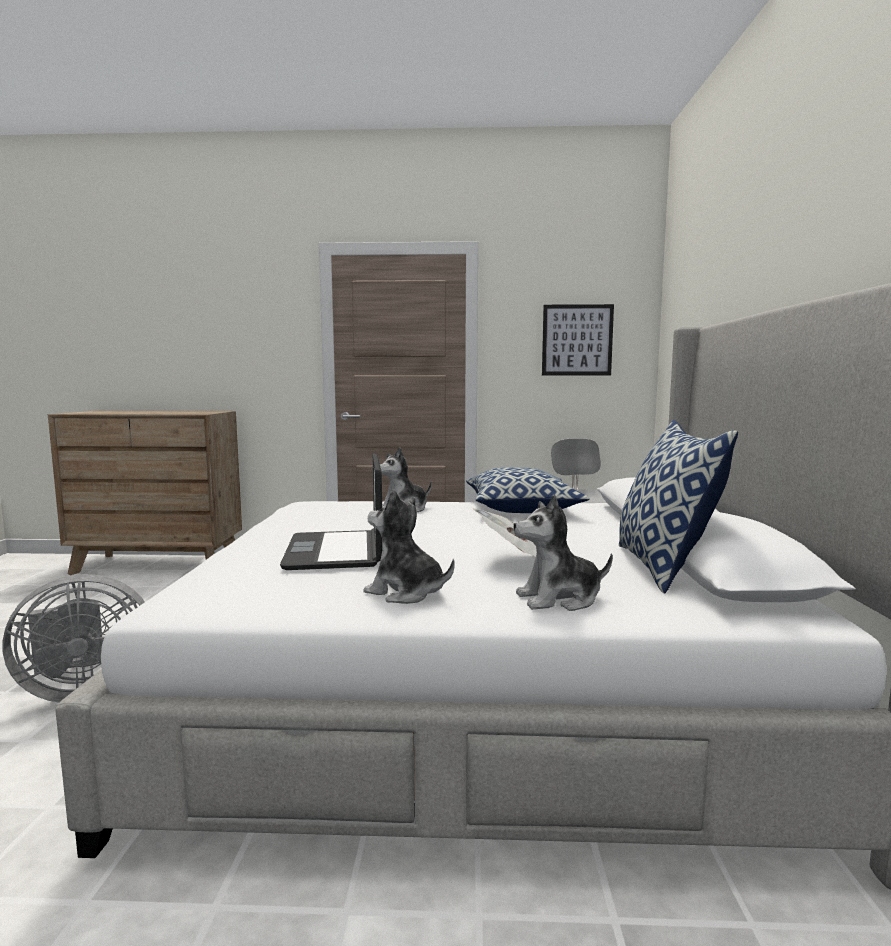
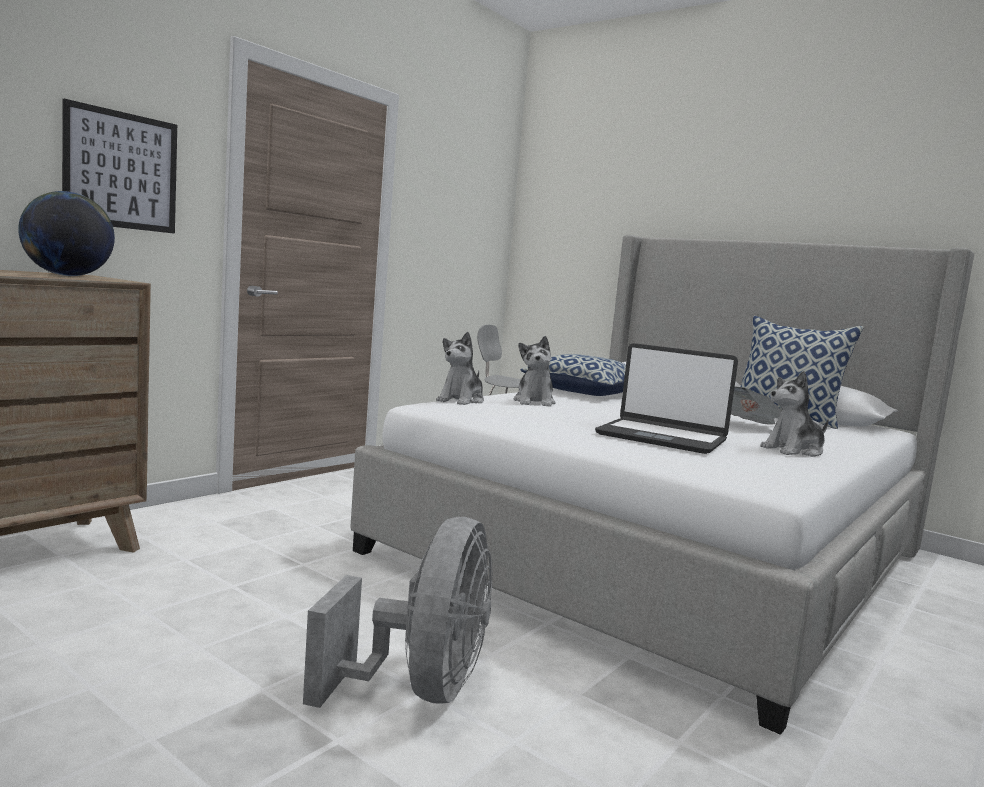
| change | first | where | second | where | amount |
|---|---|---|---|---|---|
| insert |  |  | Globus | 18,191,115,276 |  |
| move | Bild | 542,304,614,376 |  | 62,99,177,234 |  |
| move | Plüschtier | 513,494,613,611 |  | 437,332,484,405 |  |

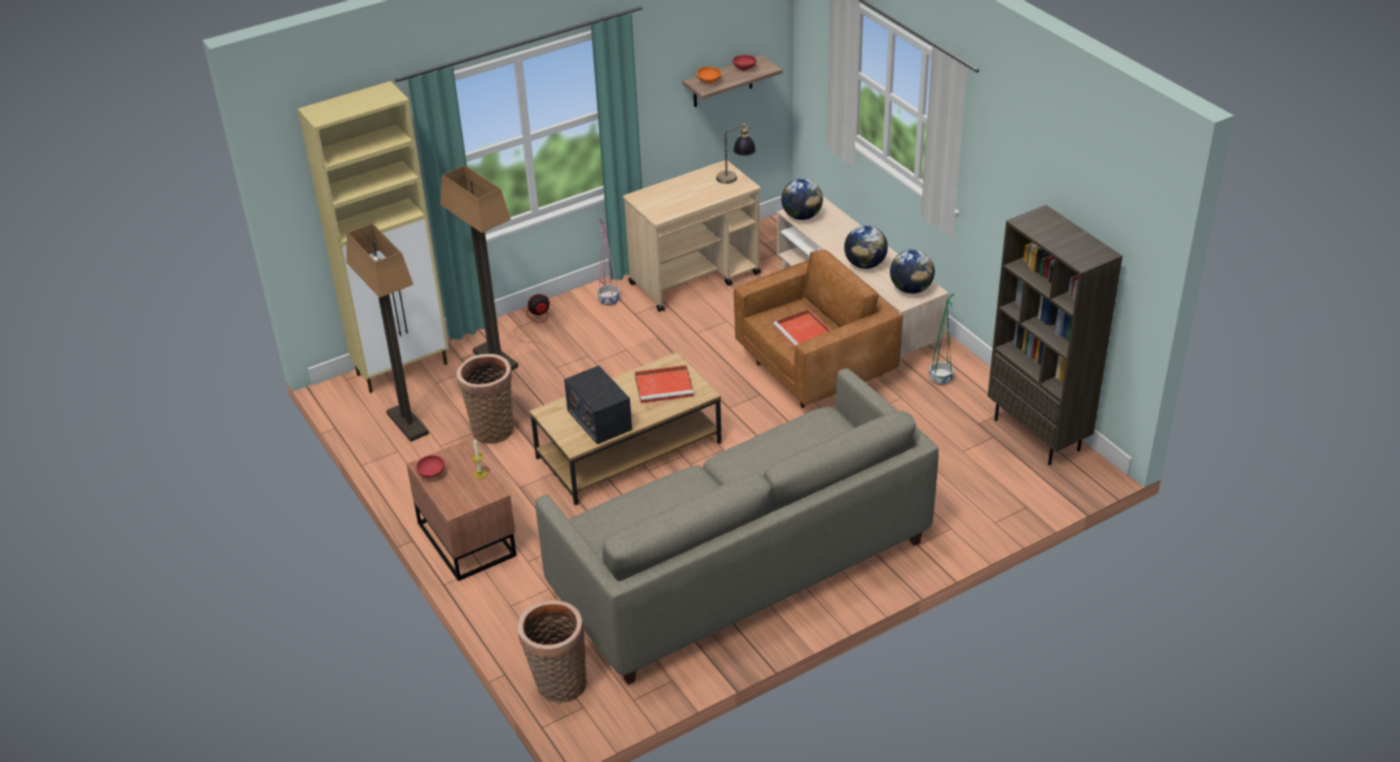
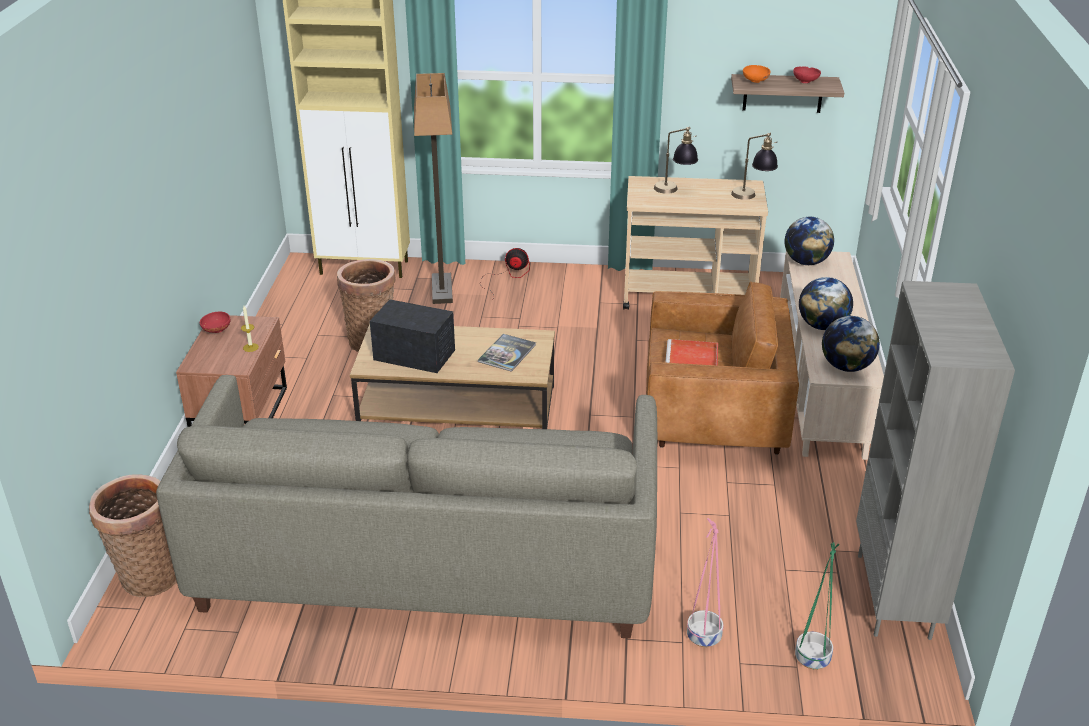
| change | first | where | second | where | amount |
|---|---|---|---|---|---|
| rotate | Radio | 564,366,632,444 |  | 370,299,455,373 | 105 degrees clockwise |
| replace | Tablett (rot) | 635,365,694,404 | Buch | 478,334,536,372 |  |
| insert |  |  | Tischlampe | 654,126,698,194 |  |
| move | Pflanzkübel (rosa) | 597,218,620,305 |  | 687,518,724,647 |  |
| move | Pflanzkübel (grün) | 929,294,954,385 |  | 795,542,839,670 |  |
| recolor | Bücherregal (braun) | 988,205,1123,465 | Bücherregal (grau) | 856,281,1015,640 |  |
| delete | Stehlampe | 346,223,429,442 |  |  |  |

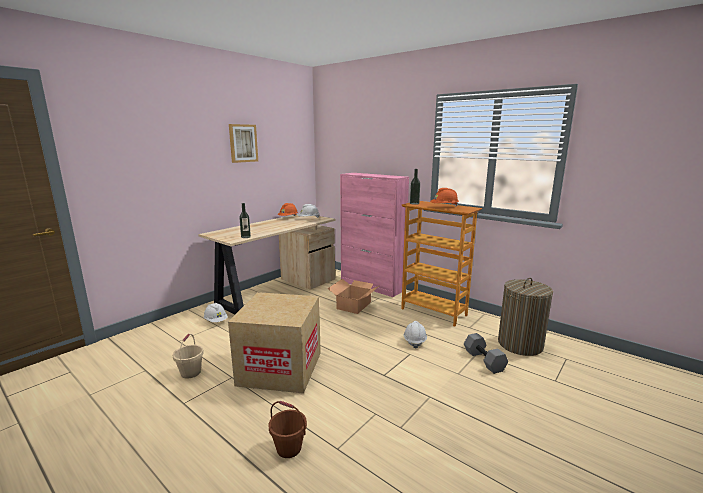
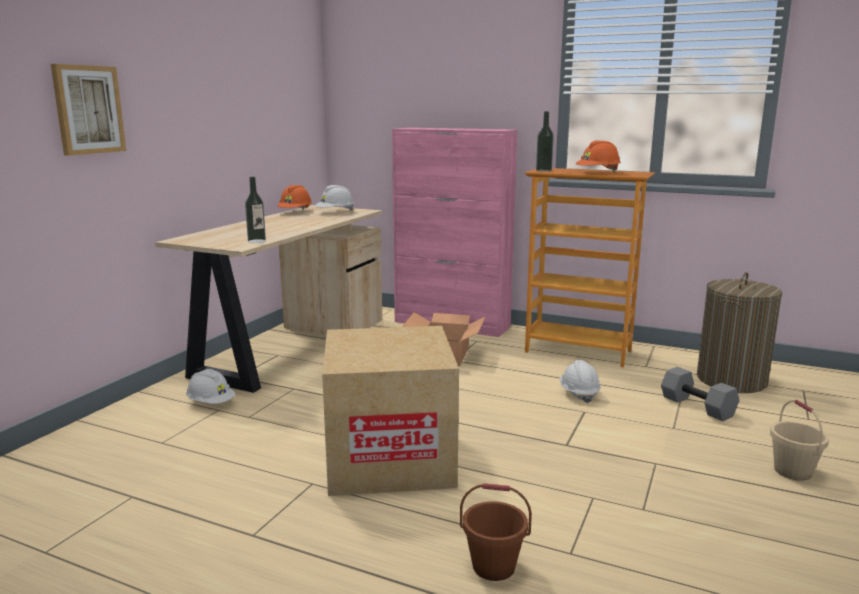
| change | first | where | second | where | amount |
|---|---|---|---|---|---|
| move | Bild | 229,124,258,163 |  | 51,64,126,156 |  |
| move | Eimer (beige) | 173,334,204,379 |  | 770,400,829,481 |  |

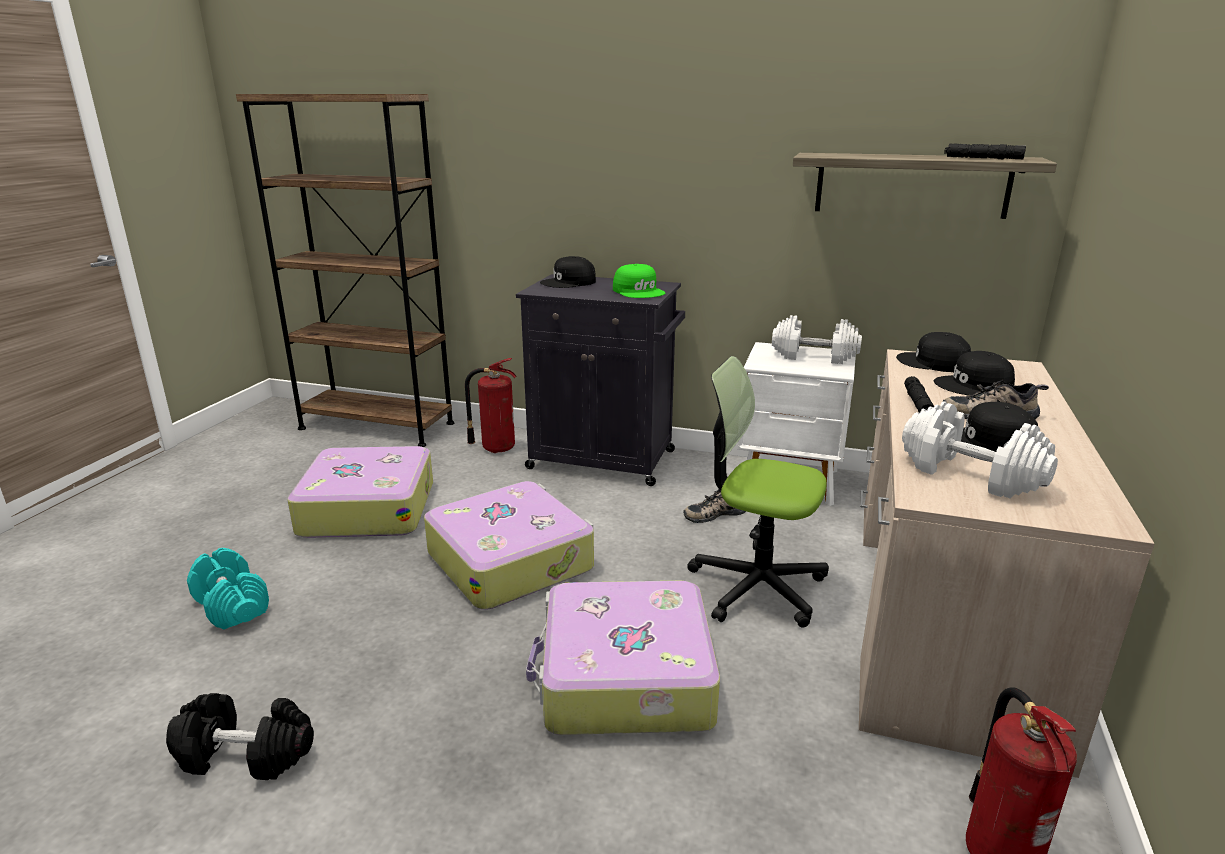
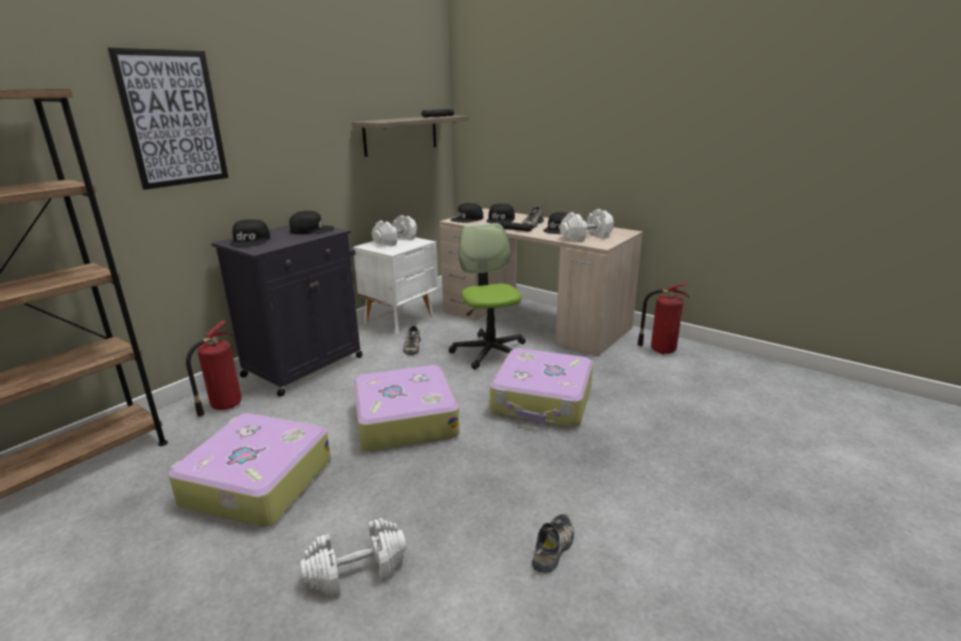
| change | first | where | second | where | amount |
|---|---|---|---|---|---|
| insert |  |  | Bild | 108,48,228,190 |  |
| recolor | Kappe (grün) | 613,264,665,298 | Kappe (schwarz) | 289,211,335,234 |  |
| recolor | Hantel (türkis) | 187,548,269,630 | Hantel (weiß) | 301,518,406,595 |  |
| rotate | Bürostuhl | 687,356,829,628 |  | 449,223,526,369 | 120 degrees clockwise |
| replace | Hantel (schwarz) | 166,693,314,780 | Schuh | 532,513,574,573 |  |

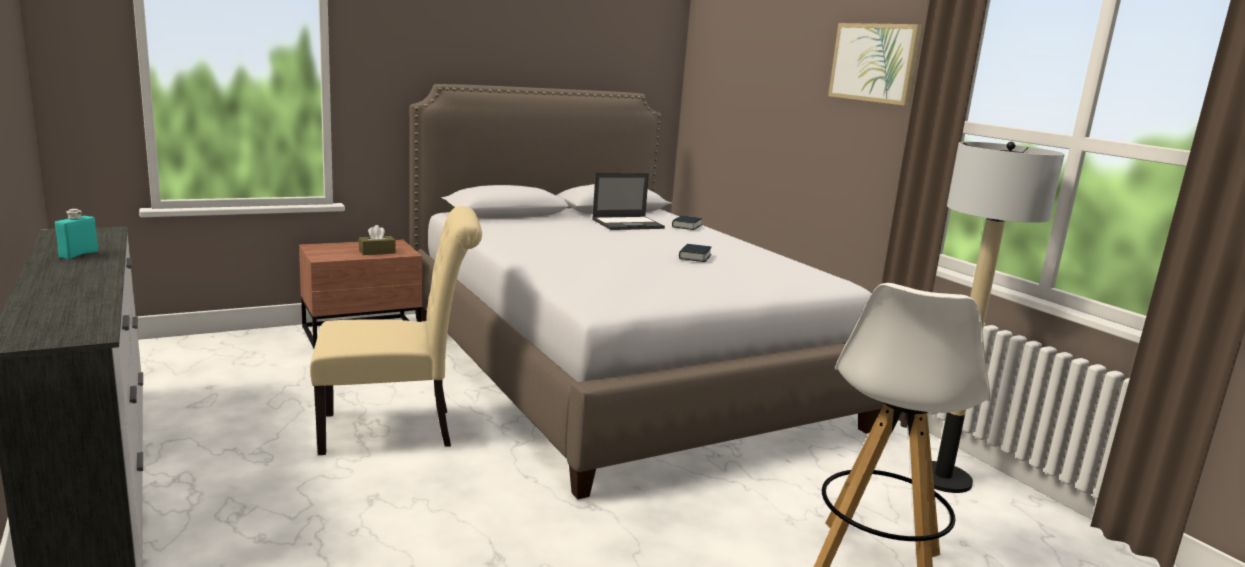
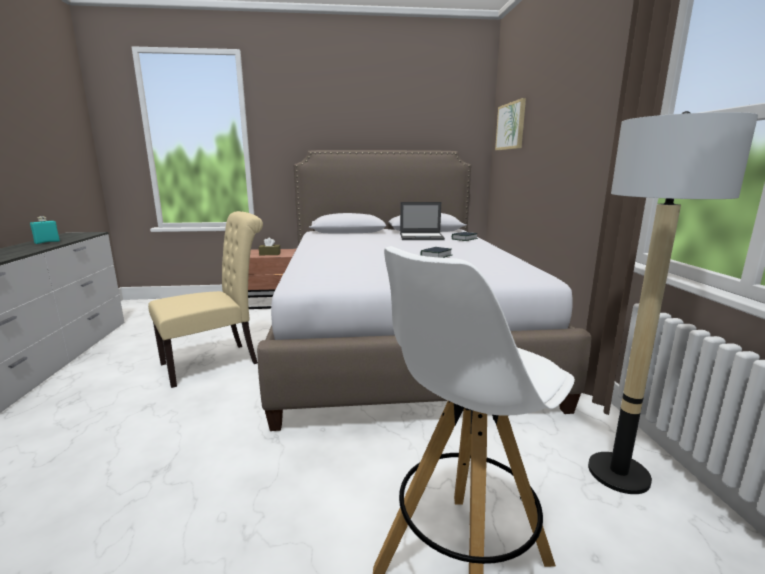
| change | first | where | second | where | amount |
|---|---|---|---|---|---|
| rotate | Stuhl (beige) | 310,206,482,455 |  | 148,211,263,388 | 45 degrees counterclockwise |
| move | Bild | 828,23,922,106 |  | 495,98,526,150 |  |

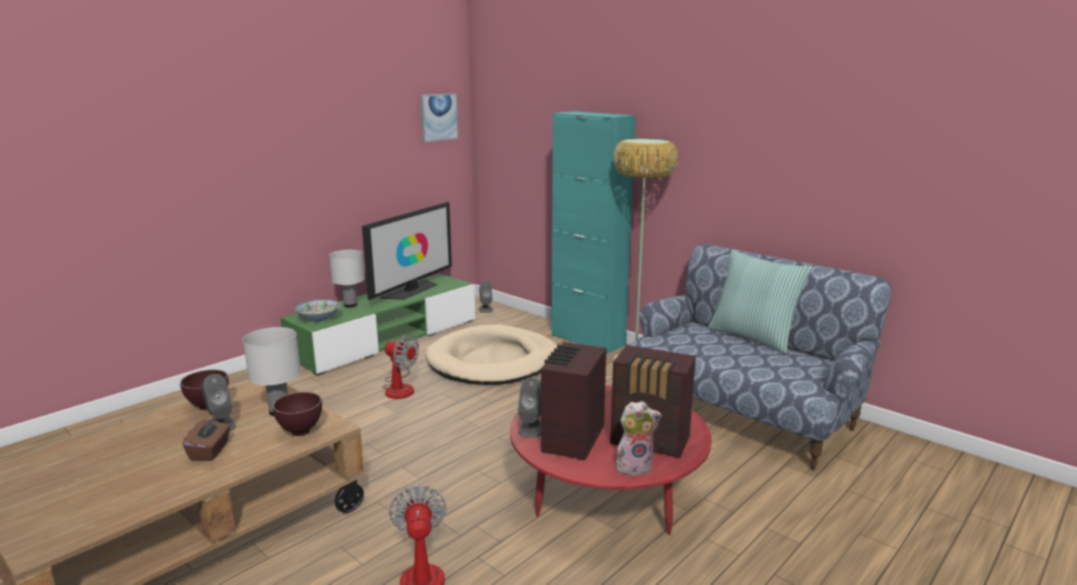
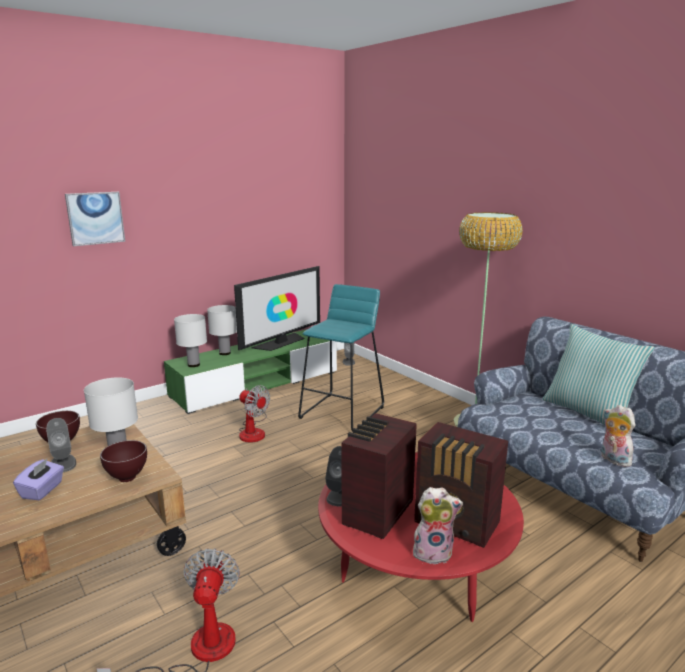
| change | first | where | second | where | amount |
|---|---|---|---|---|---|
| recolor | Taschentuchbox (braun) | 182,416,230,461 | Taschentuchbox (lila) | 13,458,64,500 |  |
| move | Bild | 420,93,459,143 |  | 65,192,125,246 |  |
| replace | Schüssel | 294,299,341,322 | Tischlampe (weiß) | 174,314,207,367 |  |
| replace | Hundebett (beige) | 426,324,557,385 | Hocker (türkis) | 298,284,384,431 |  |
| insert |  |  | Plüschtier | 601,405,635,467 |  |
| delete | Schrank (türkis) | 551,111,636,354 |  |  |  |

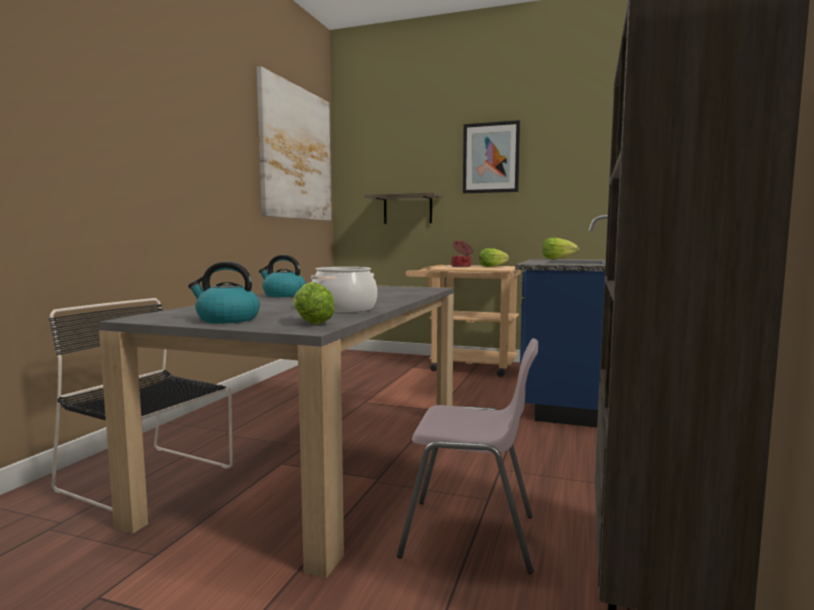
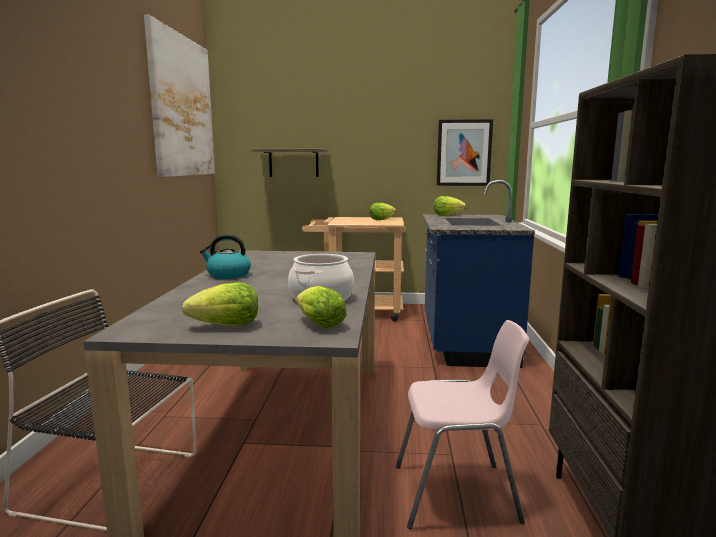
| change | first | where | second | where | amount |
|---|---|---|---|---|---|
| replace | Wasserkessel | 188,262,260,323 | Salatkopf | 182,282,258,326 |  |
| move | Bild | 463,120,520,193 |  | 437,119,493,186 |  |
| delete | Kochtopf | 451,241,473,267 |  |  |  |

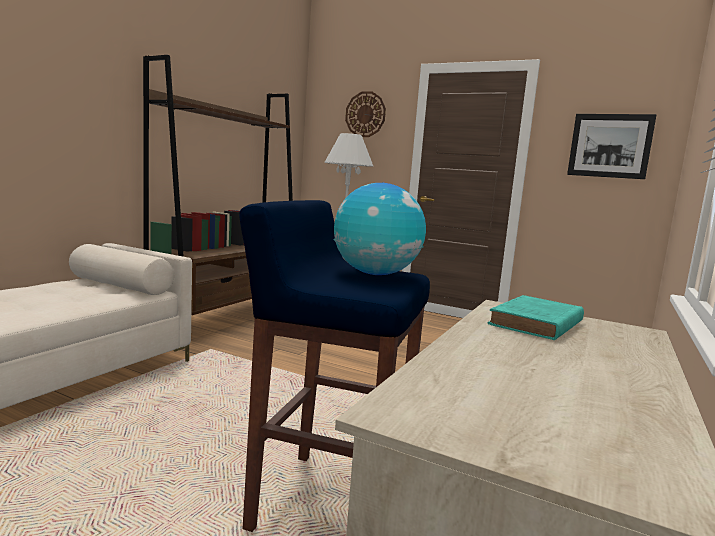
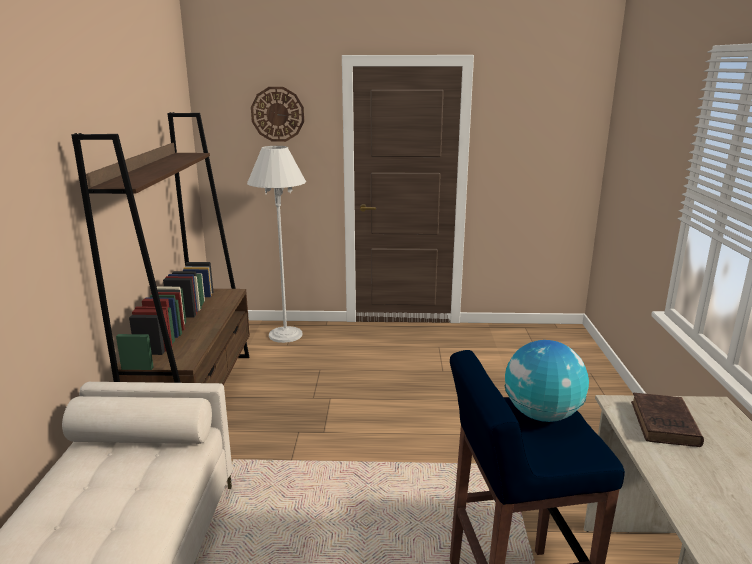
| change | first | where | second | where | amount |
|---|---|---|---|---|---|
| recolor | Buch (türkis) | 488,295,584,340 | Buch (braun) | 631,393,704,447 |  |
| delete | Bild | 567,114,657,179 |  |  |  |

